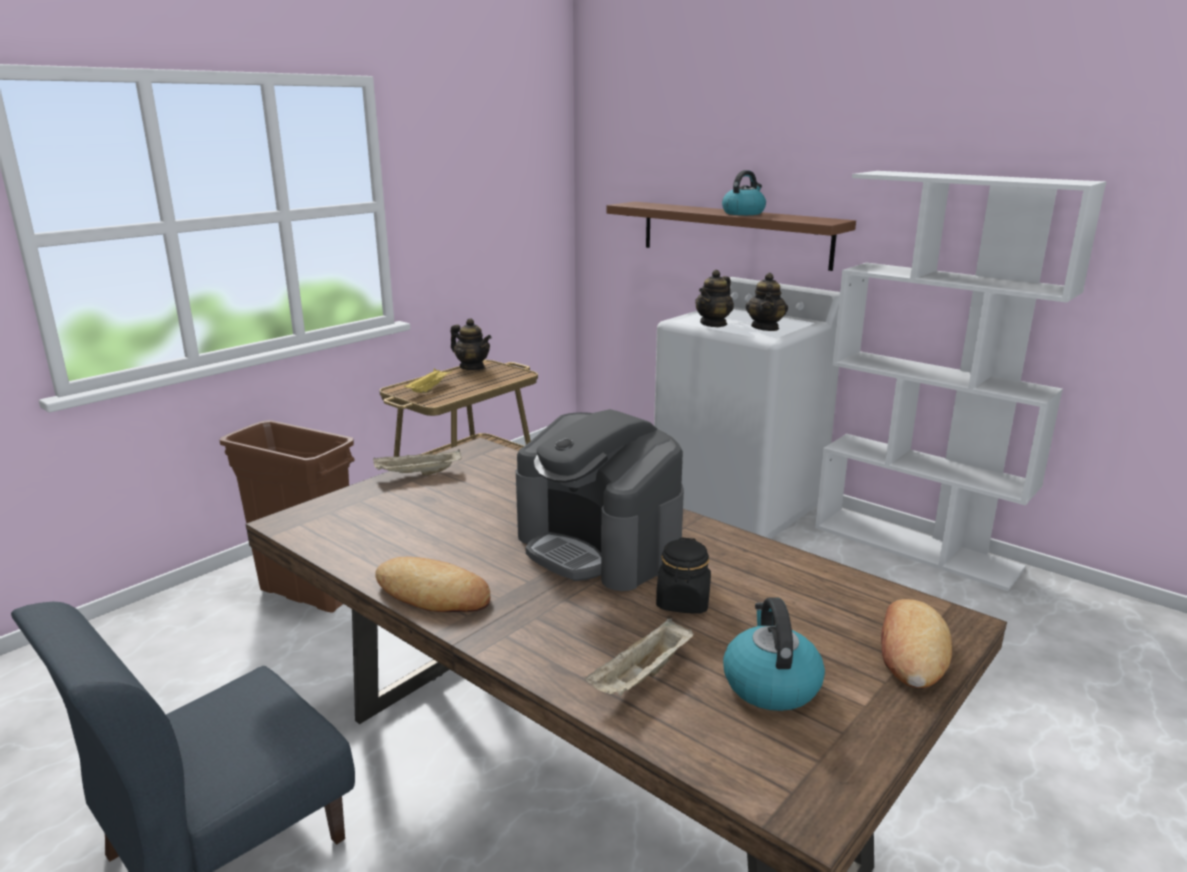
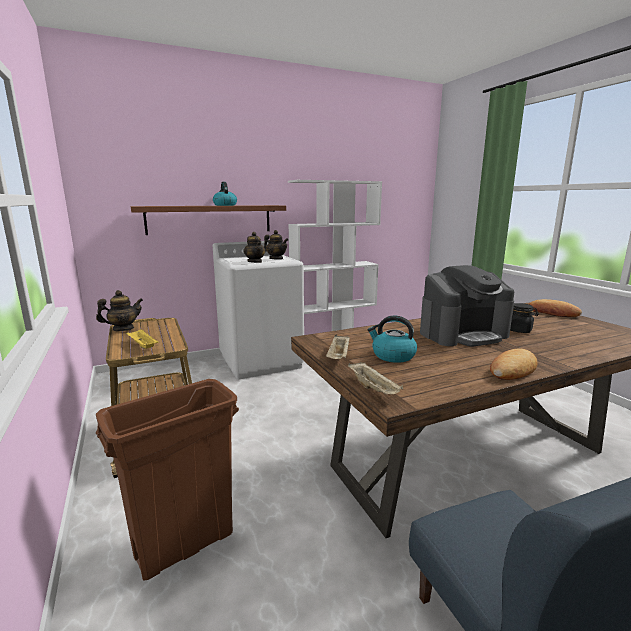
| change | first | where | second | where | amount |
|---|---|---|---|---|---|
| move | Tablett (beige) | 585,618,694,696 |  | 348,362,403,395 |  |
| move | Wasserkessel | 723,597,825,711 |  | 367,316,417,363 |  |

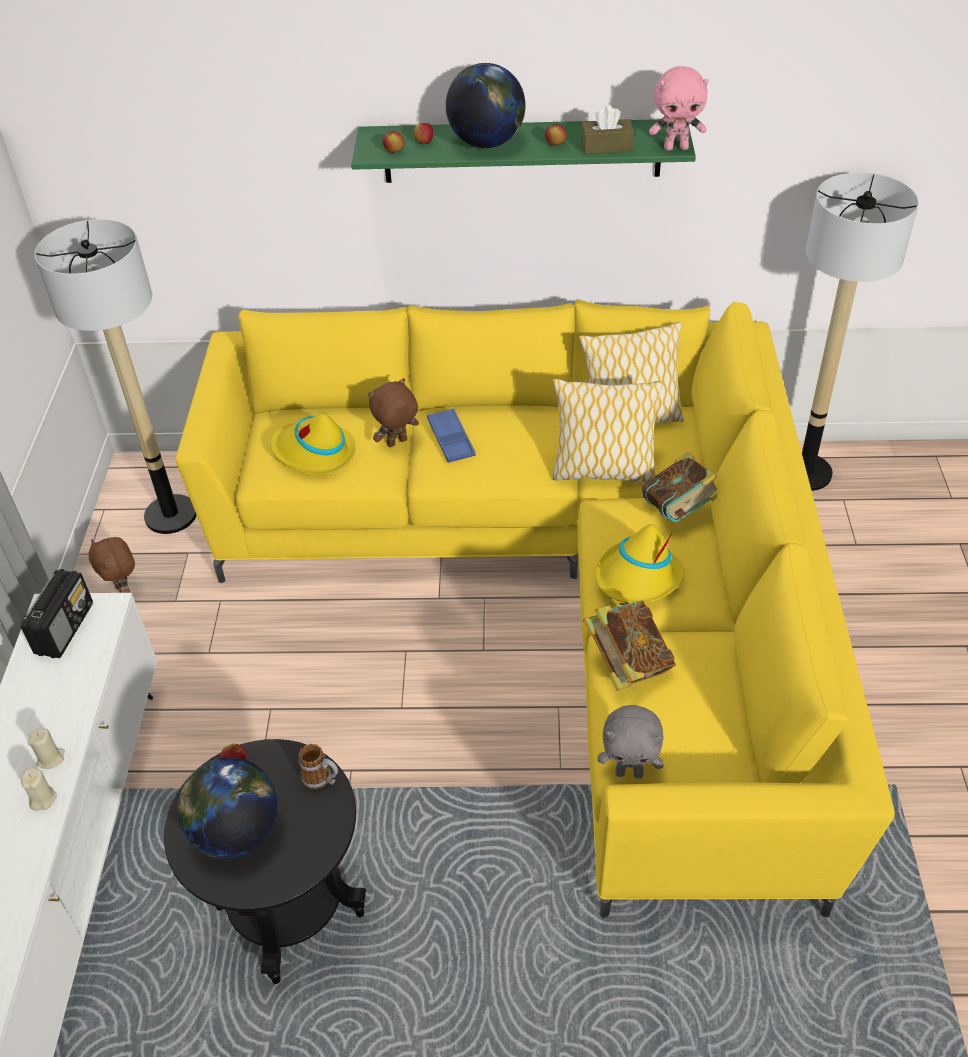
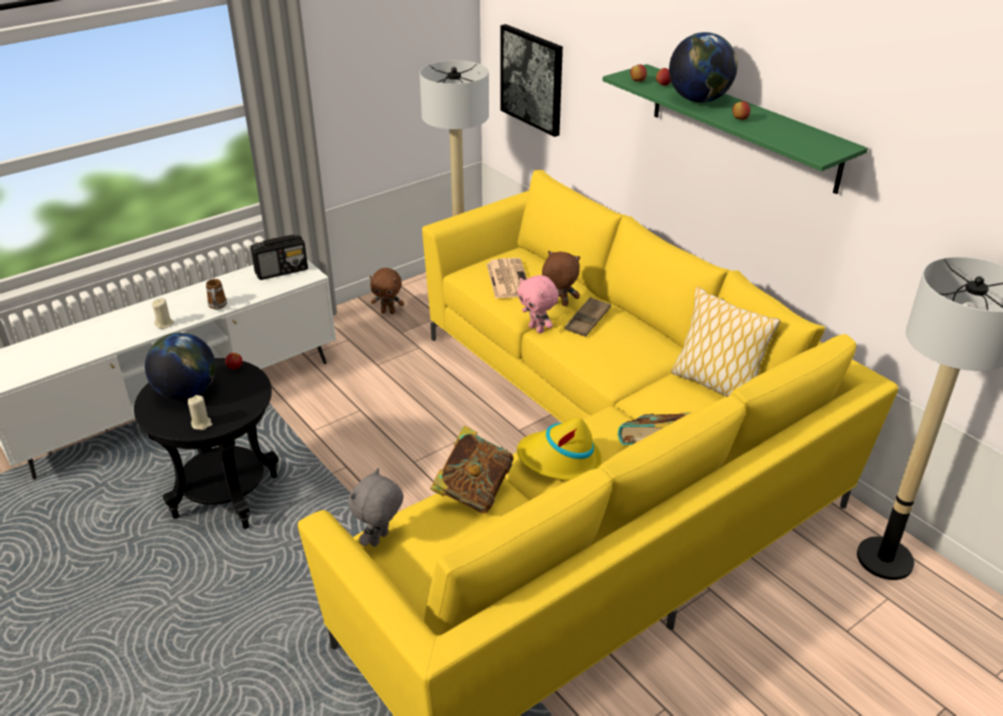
| change | first | where | second | where | amount |
|---|---|---|---|---|---|
| move | Kerze (beige) | 28,728,65,769 |  | 188,395,213,430 |  |
| move | Henkelbecher | 299,744,338,789 |  | 206,279,227,310 |  |
| rotate | Plüschtier (grau) | 598,705,664,779 |  | 348,468,404,547 | 60 degrees clockwise |
| rotate | Plüschtier (braun) | 89,537,135,593 |  | 370,268,404,314 | 105 degrees counterclockwise |
| replace | Hut (gelb) | 271,414,356,475 | Zeitung | 487,258,527,299 |  |
| insert |  |  | Bild | 501,24,563,137 |  |
| move | Plüschtier (rosa) | 649,66,709,151 |  | 517,275,559,334 |  |
| recolor | Tablett (blau) | 427,408,475,463 | Tablett (braun) | 564,297,611,337 |  |
| delete | Kissen | 552,379,662,483 |  |  |  |
| delete | Taschentuchbox (braun) | 581,106,634,154 |  |  |  |

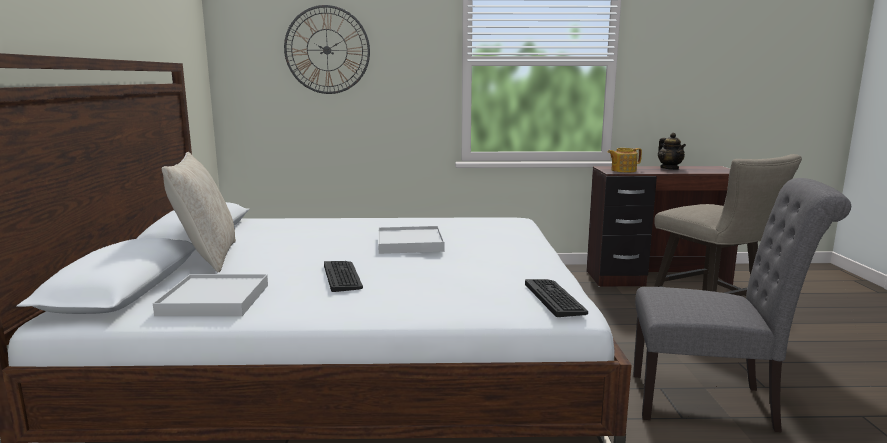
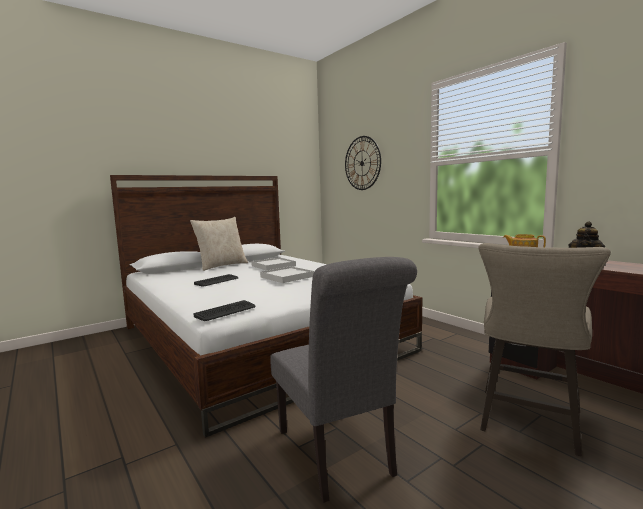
| change | first | where | second | where | amount |
|---|---|---|---|---|---|
| move | Tablett (weiß) | 153,274,268,316 |  | 251,257,296,271 |  |

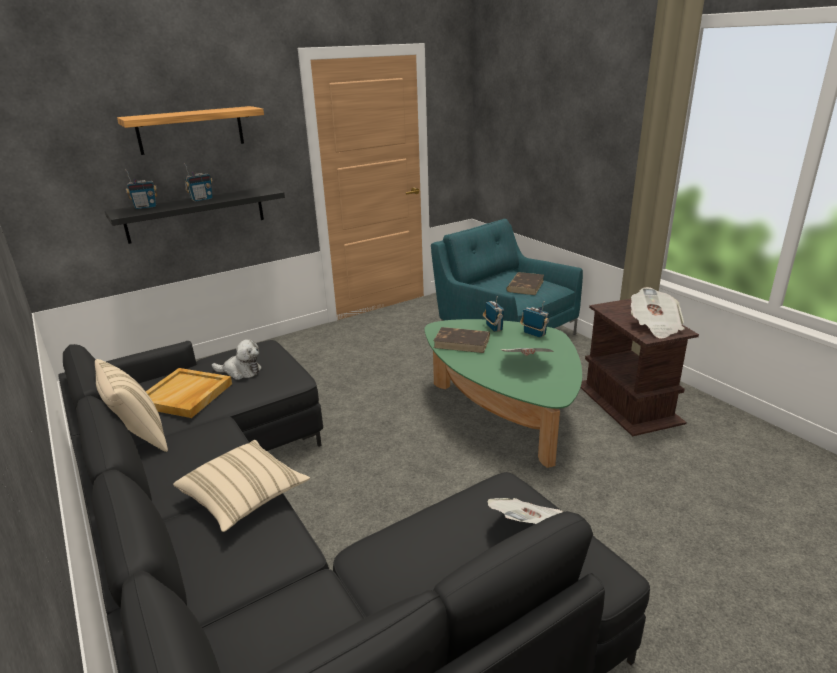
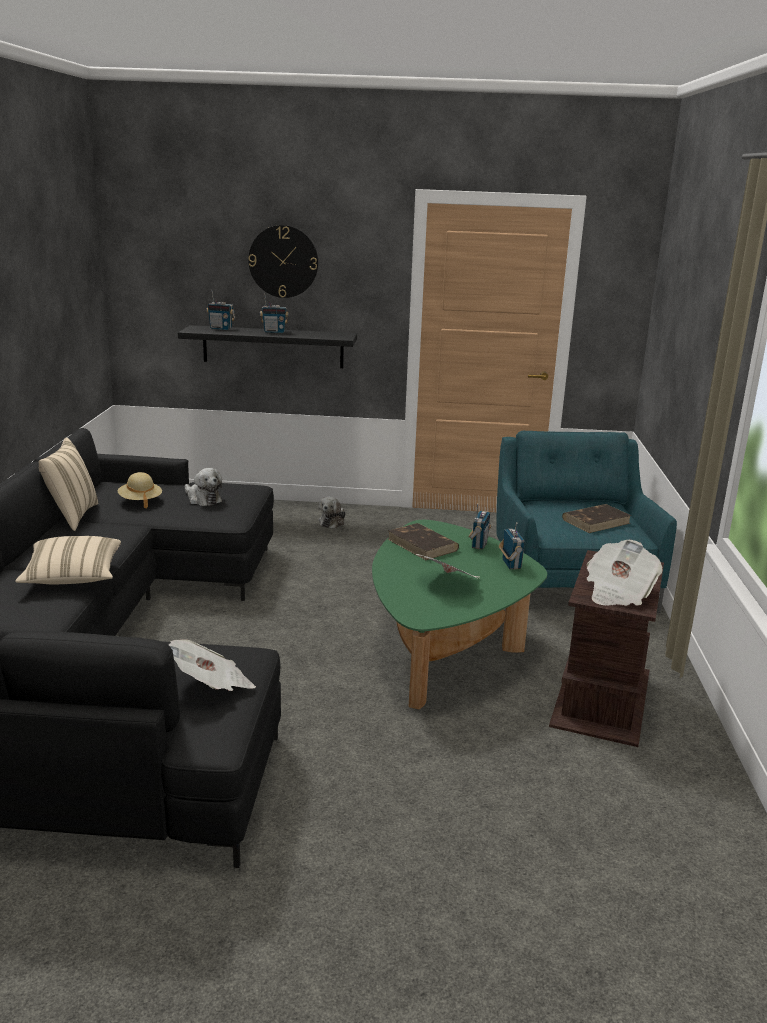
| change | first | where | second | where | amount |
|---|---|---|---|---|---|
| replace | Tablett (beige) | 146,368,232,418 | Hut (beige) | 118,472,162,508 |  |
| replace | Wandregal | 117,106,264,155 | Wanduhr | 248,225,318,298 |  |
| insert |  |  | Plüschtier | 319,497,346,529 |  |

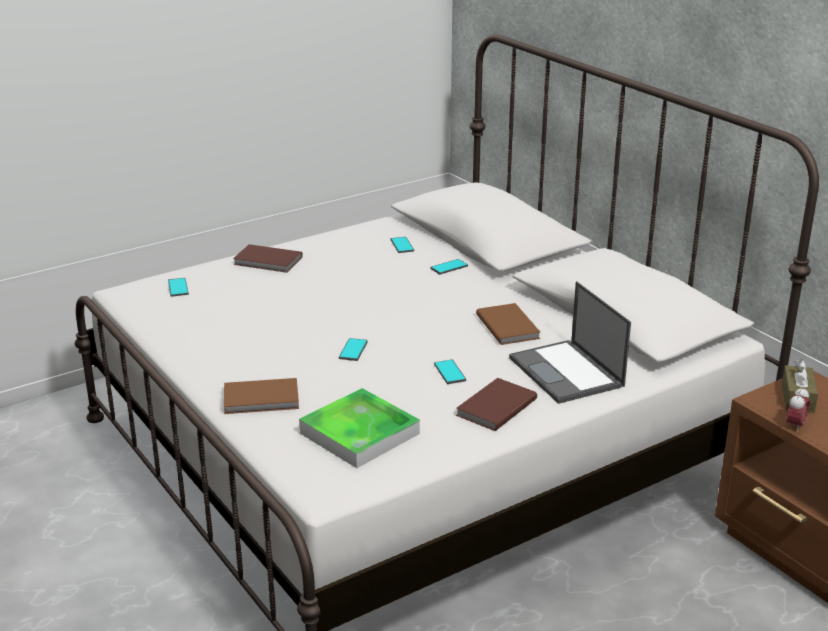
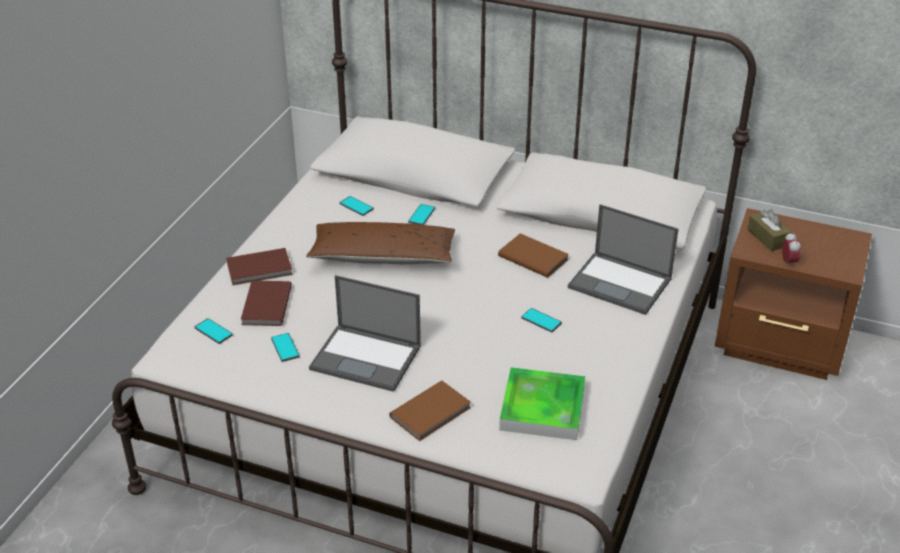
| change | first | where | second | where | amount |
|---|---|---|---|---|---|
| move | Buch (braun) | 456,378,537,431 |  | 241,280,292,326 |  |
| move | Handy | 339,338,368,361 |  | 271,333,300,362 |  |
| insert |  |  | Kissen (braun) | 306,222,455,264 |  |
| insert |  |  | Laptop | 309,275,421,392 |  |

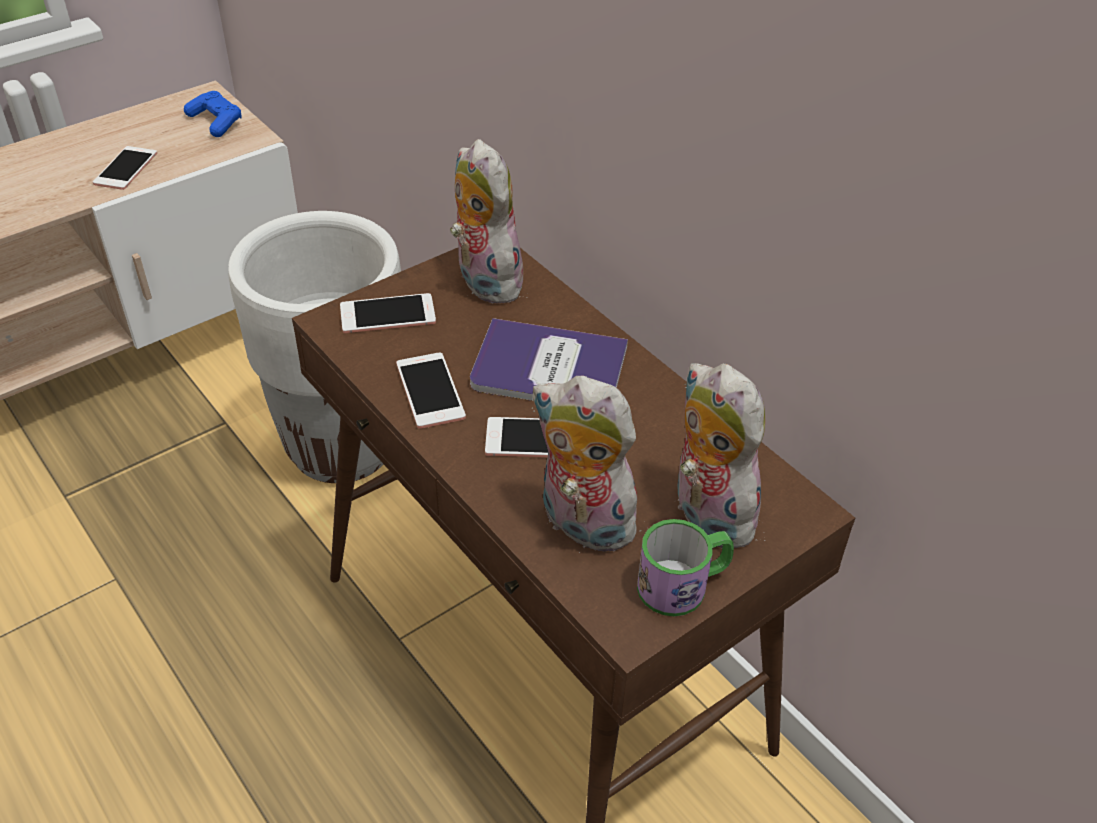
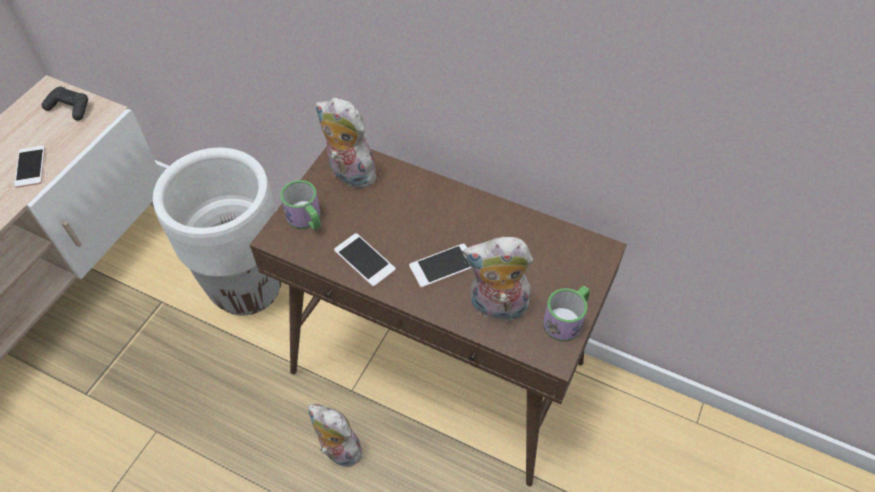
| change | first | where | second | where | amount |
|---|---|---|---|---|---|
| recolor | Gamepad (blau) | 184,91,242,137 | Gamepad (schwarz) | 42,86,88,121 |  |
| replace | Handy | 340,293,436,333 | Henkelbecher | 280,180,321,230 |  |
| move | Plüschtier | 677,363,765,548 |  | 308,404,368,467 |  |
| delete | Buch | 470,318,628,401 |  |  |  |

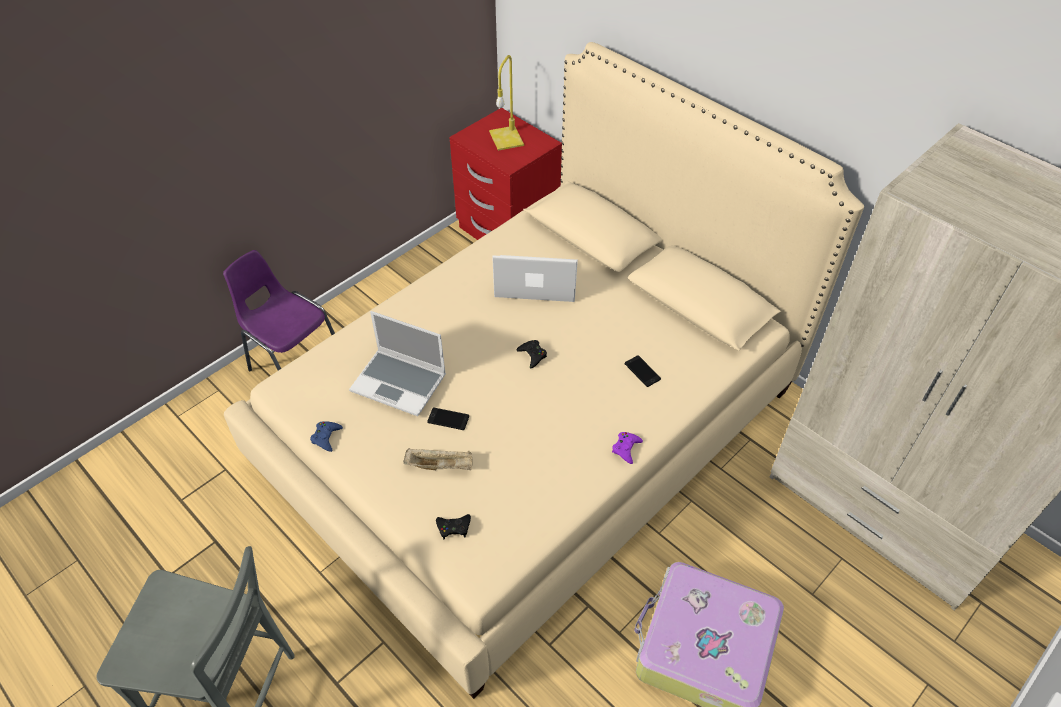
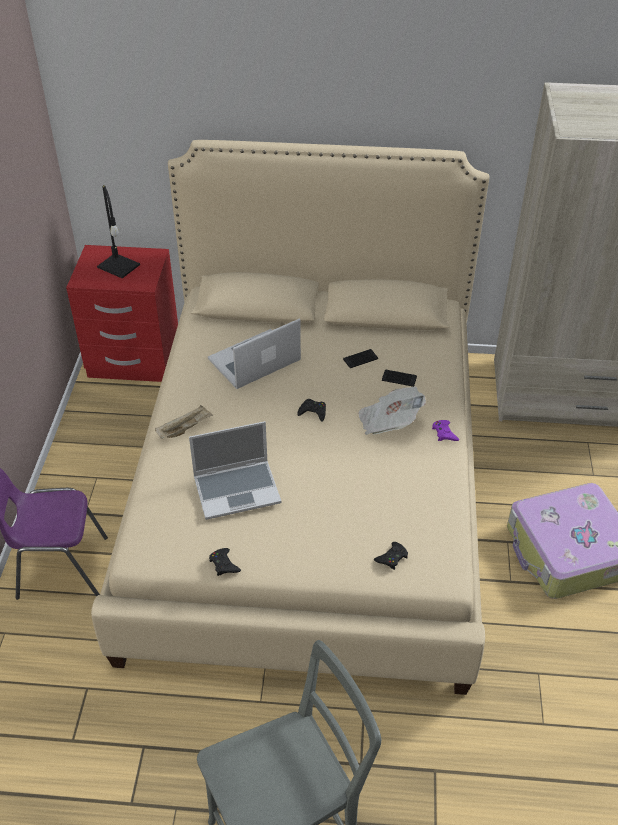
| change | first | where | second | where | amount |
|---|---|---|---|---|---|
| recolor | Tischlampe (gelb) | 489,55,524,151 | Tischlampe (schwarz) | 97,185,140,278 |  |
| move | Tablett (beige) | 403,448,473,470 |  | 155,405,213,439 |  |
| recolor | Gamepad (blau) | 310,421,343,452 | Gamepad (schwarz) | 209,548,241,576 |  |
| move | Handy | 427,407,469,430 |  | 343,349,378,368 |  |
| insert |  |  | Zeitung | 358,386,426,435 |  |

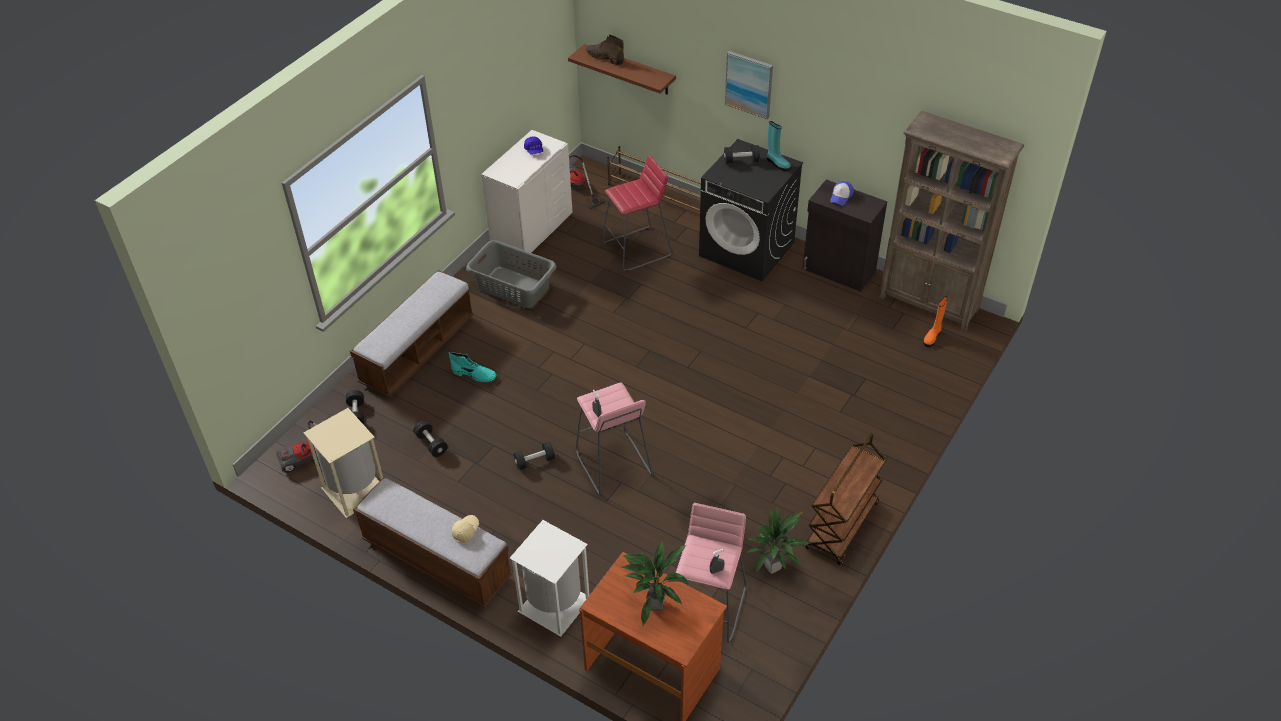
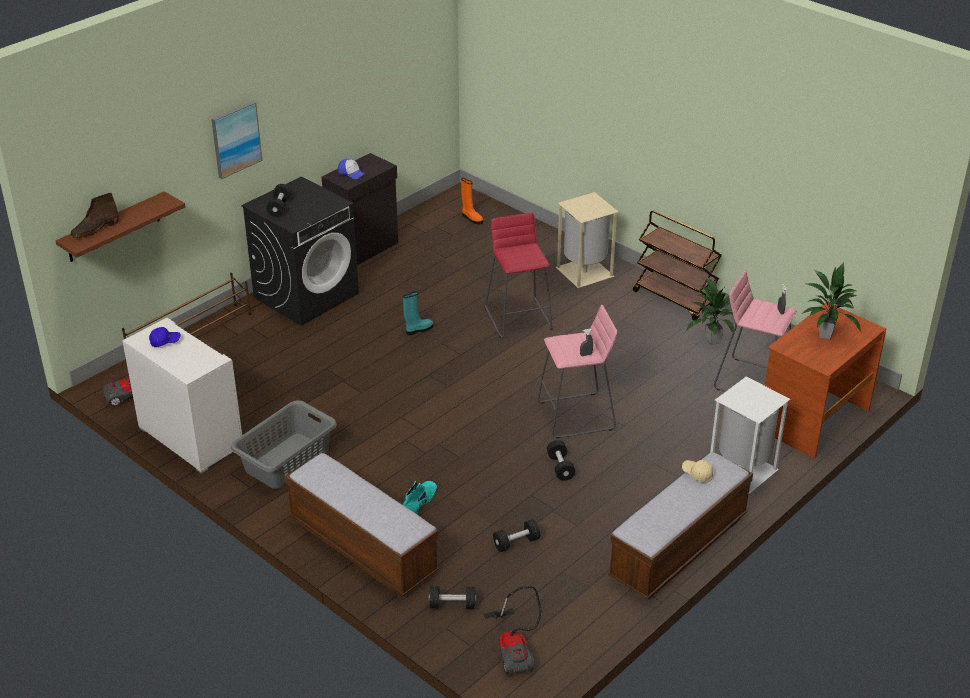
| change | first | where | second | where | amount |
|---|---|---|---|---|---|
| move | Stiefel (türkis) | 767,121,791,172 |  | 403,292,433,335 |  |
| move | Hocker (rot) | 603,155,672,271 |  | 485,213,552,338 |  |
| move | Mülleimer (beige) | 304,408,383,518 |  | 556,192,618,288 |  |
| delete | Bücherregal (braun) | 879,111,1024,332 |  |  |  |

